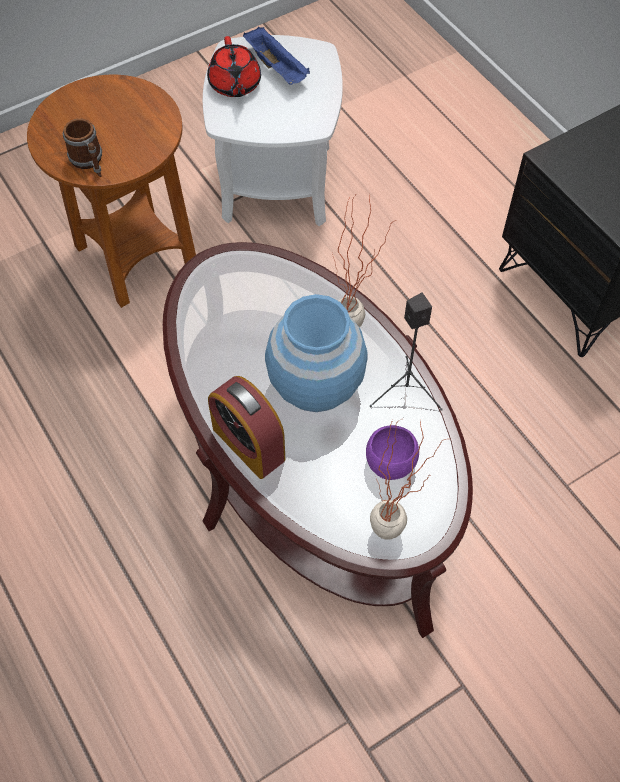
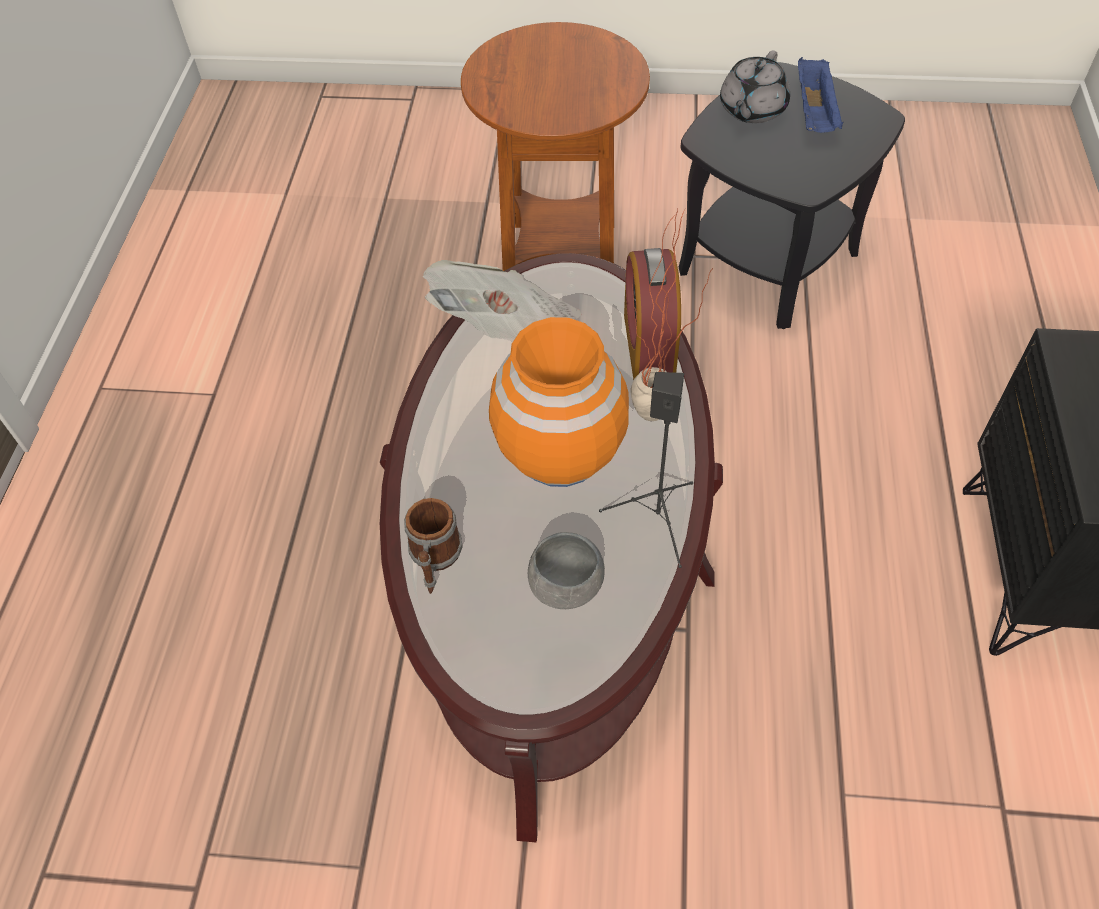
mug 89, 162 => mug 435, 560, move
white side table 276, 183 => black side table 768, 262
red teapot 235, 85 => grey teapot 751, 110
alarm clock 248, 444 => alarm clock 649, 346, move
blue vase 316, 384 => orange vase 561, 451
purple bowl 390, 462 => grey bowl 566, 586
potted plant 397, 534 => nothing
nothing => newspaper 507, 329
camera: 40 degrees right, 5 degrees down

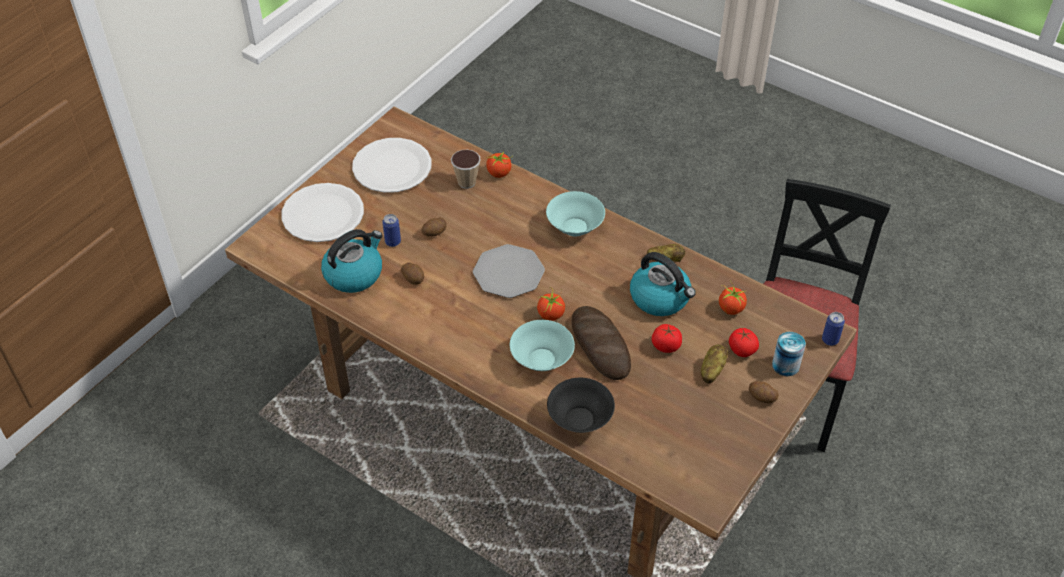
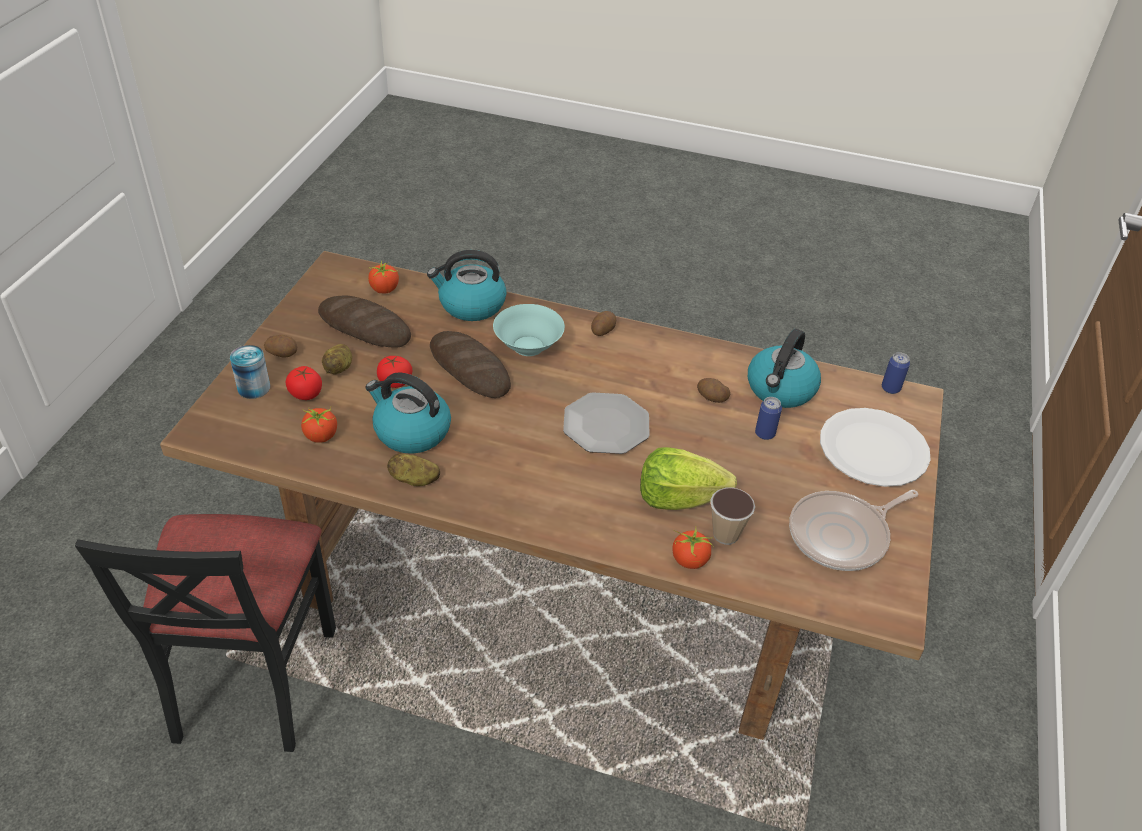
white plate 392, 167 => frying pan 842, 535
potato 435, 233 => potato 602, 330, move
tomato 551, 314 => tomato 384, 289, move
turquoise bowl 575, 227 => nothing
black bowl 579, 418 => kettle 471, 305
can 830, 340 => can 890, 388, move
nothing => bread 364, 327
nothing => lettuce 679, 498
camera: 160 degrees right, 5 degrees down

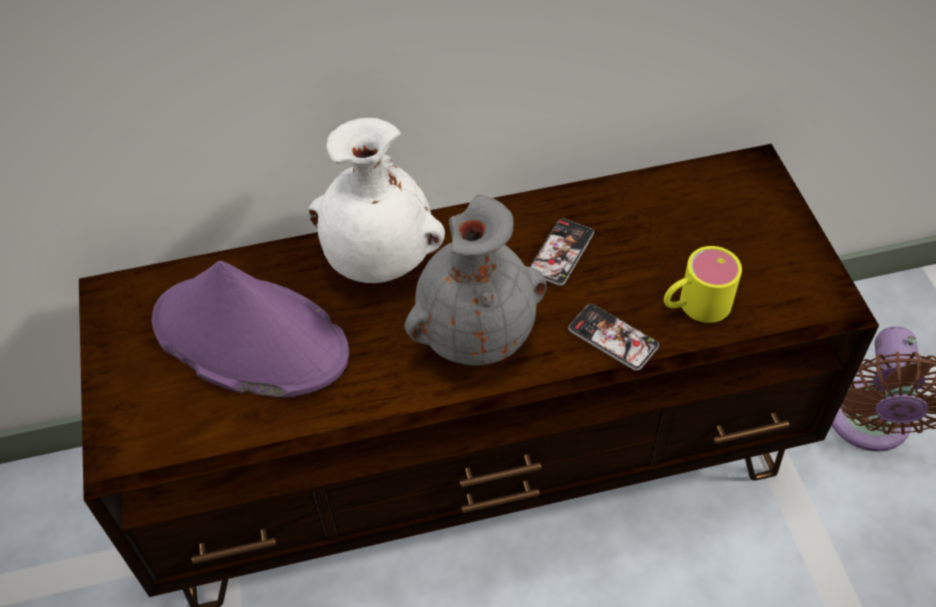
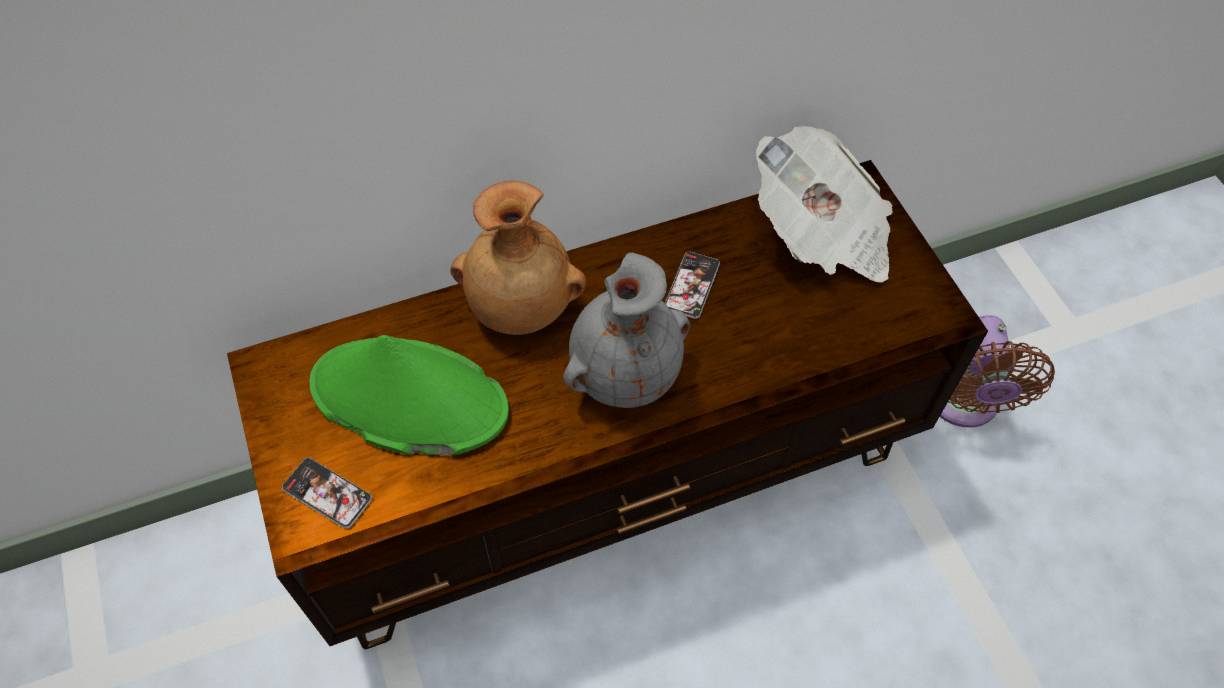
purple hat 249, 338 => green hat 408, 398
white vase 379, 260 => brown vase 520, 308
phone 613, 337 => phone 327, 493, move
yellow mug 694, 305 => nothing
nothing => newspaper 821, 234
camera: 10 degrees left, 5 degrees up

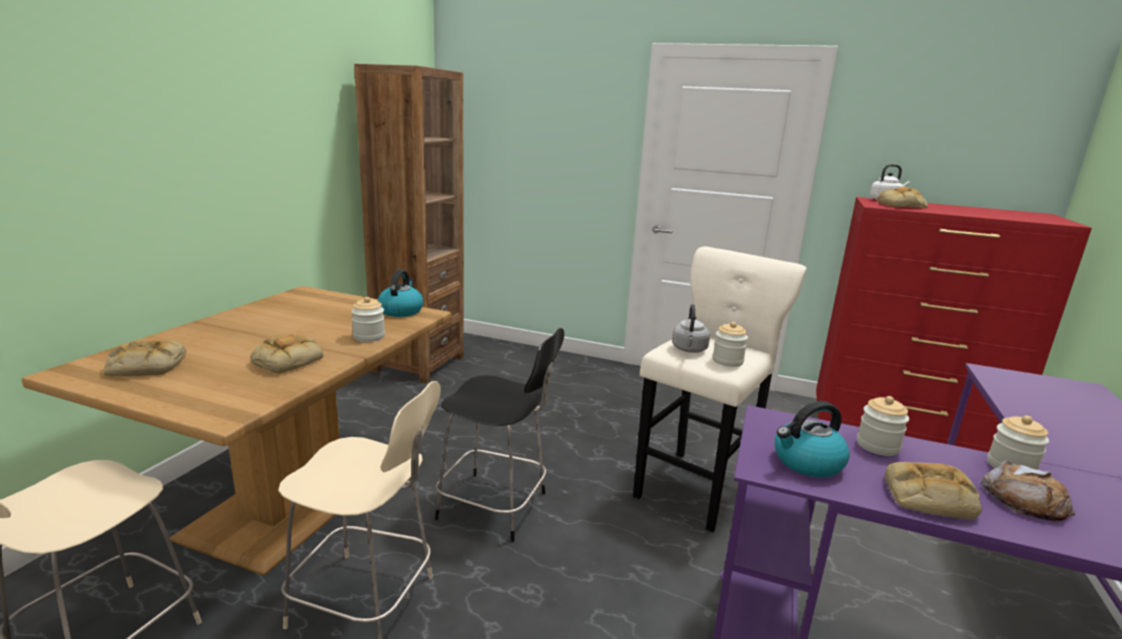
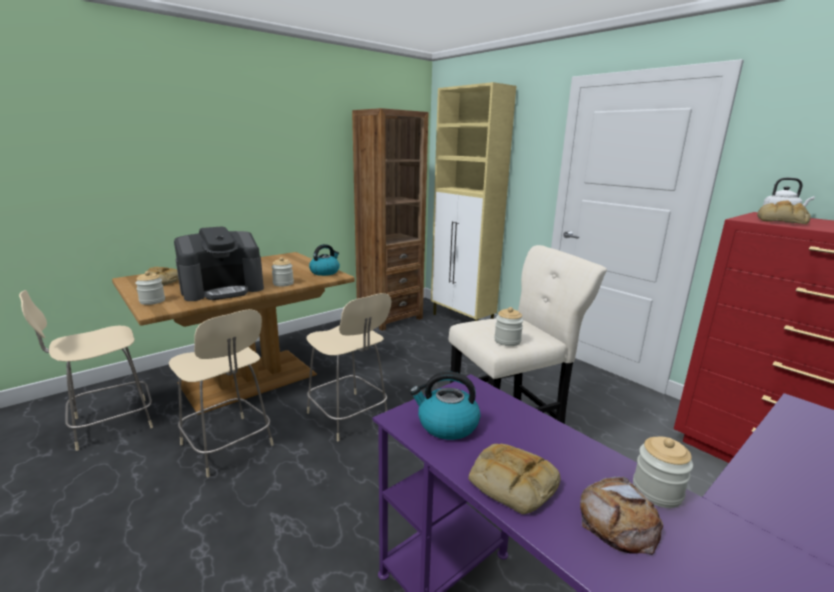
bread 287, 361 => coffee machine 223, 289
black chair 496, 507 => beige chair 349, 417
grey kettle 689, 350 => nothing
jar 877, 446 => jar 152, 301, move
nothing => beige cabinet 462, 320
camera: 30 degrees right, 0 degrees up

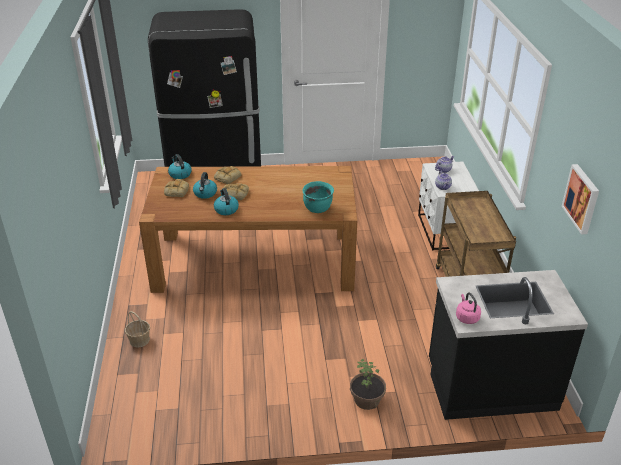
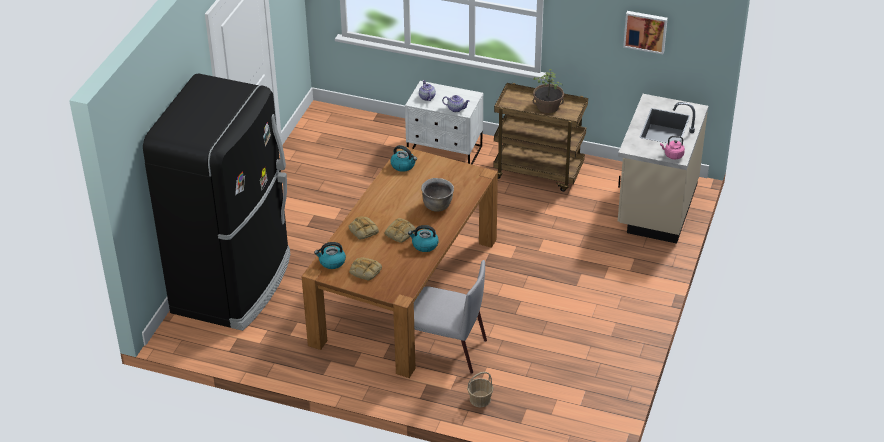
kettle 205, 193 => kettle 403, 165, move
turquoise cooking pot 318, 209 => nothing
potted plant 367, 399 => potted plant 548, 106, move
black counter 490, 386 => beige counter 656, 206
nothing => grey chair 447, 349
nothing => brown cooking pot 437, 206
camera: 65 degrees left, 5 degrees up

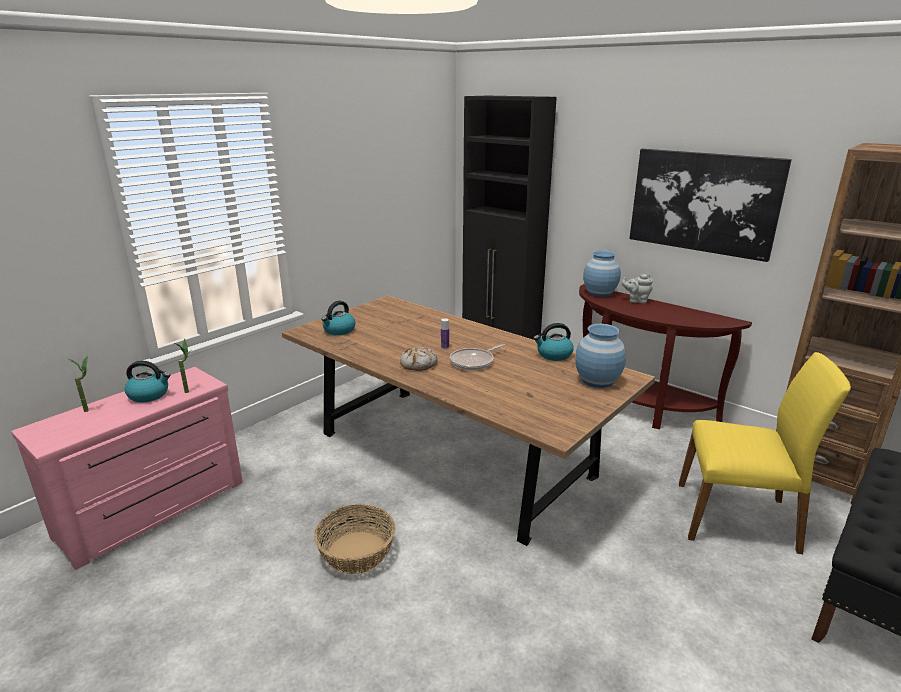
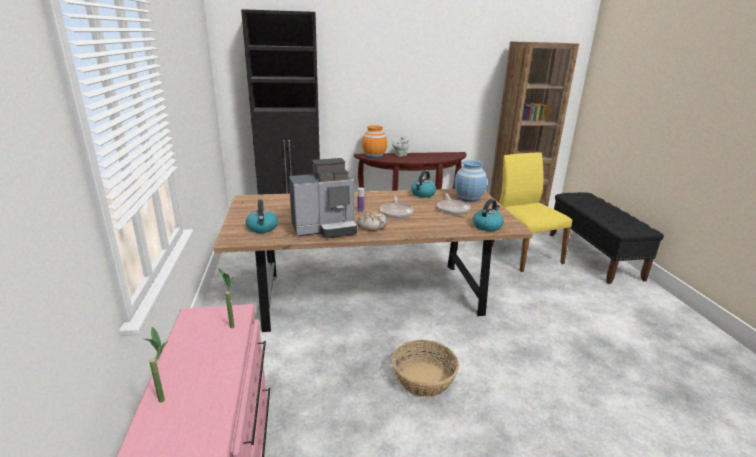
kettle 149, 395 => kettle 487, 226, move
blue vase 600, 293 => orange vase 374, 156
picture 703, 202 => nothing
yellow chair 738, 517 => yellow chair 523, 254, 75 degrees counterclockwise
nothing => coffee machine 325, 229
nothing => frying pan 452, 209
camera: 50 degrees left, 0 degrees up

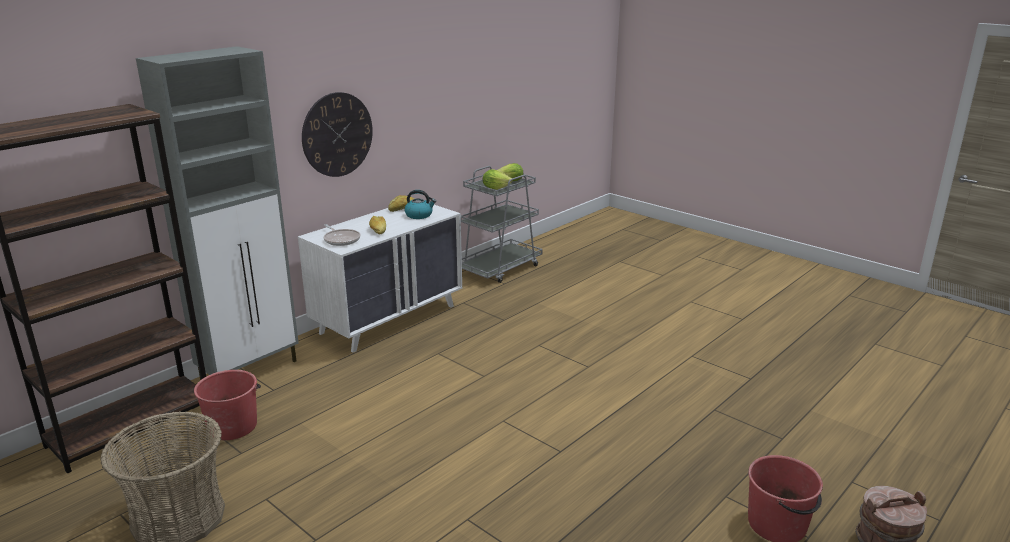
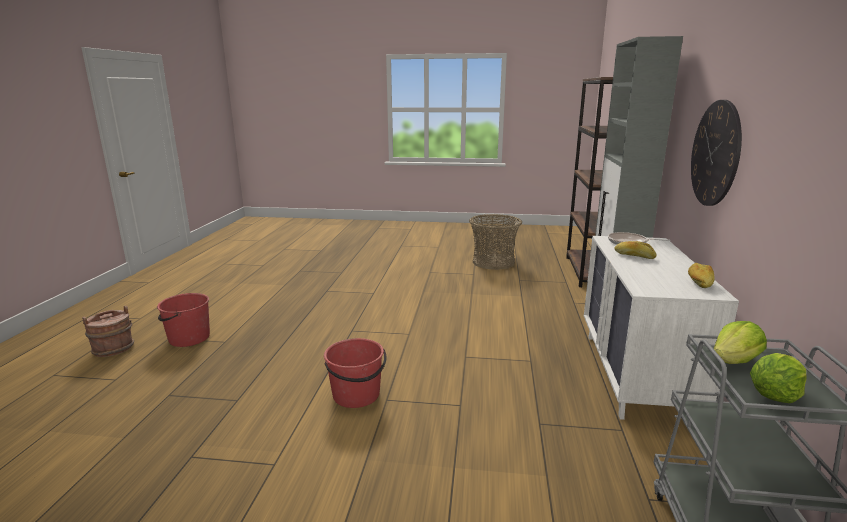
red bucket 232, 426 => red bucket 356, 395, move
kettle 419, 215 => nothing
camera: 145 degrees right, 5 degrees down

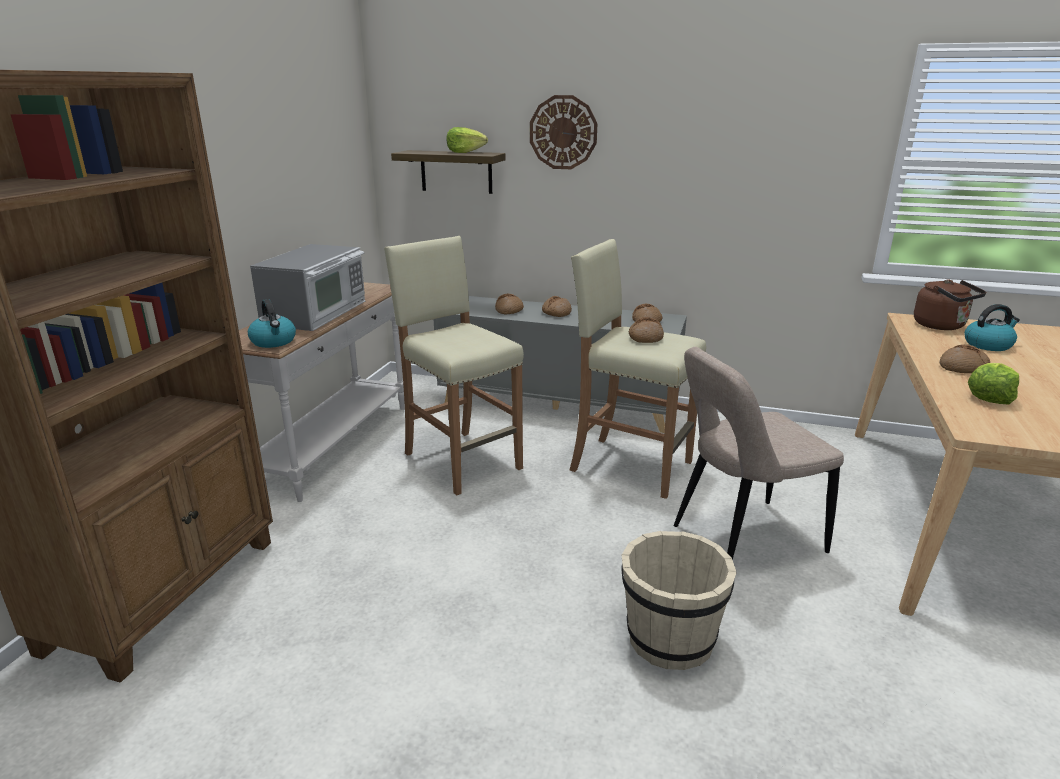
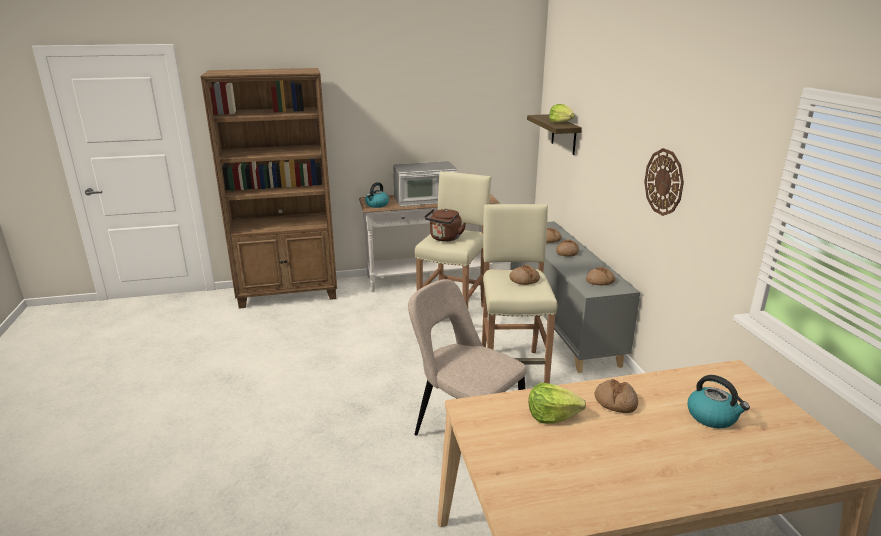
wall clock 563, 132 => wall clock 664, 182, move
beige bucket 669, 638 => nothing
brown kettle 942, 326 => brown kettle 444, 238, move
camera: 60 degrees right, 0 degrees up

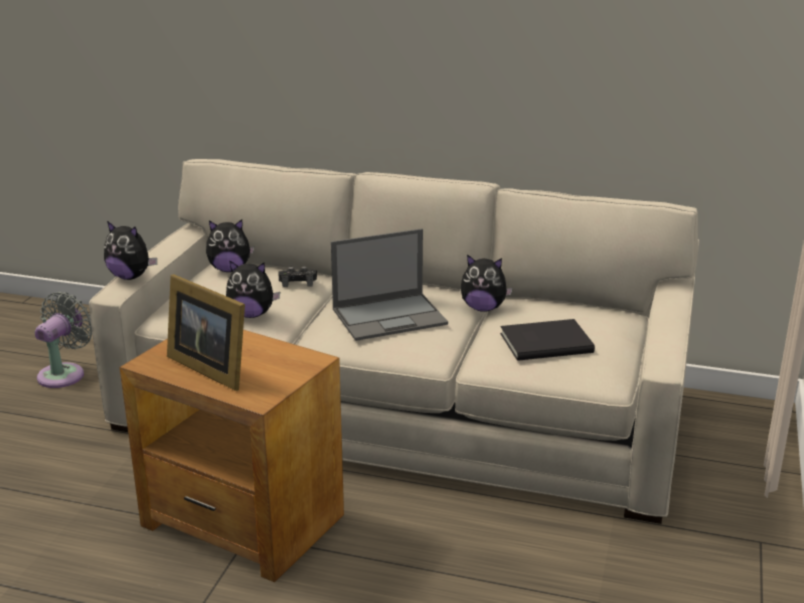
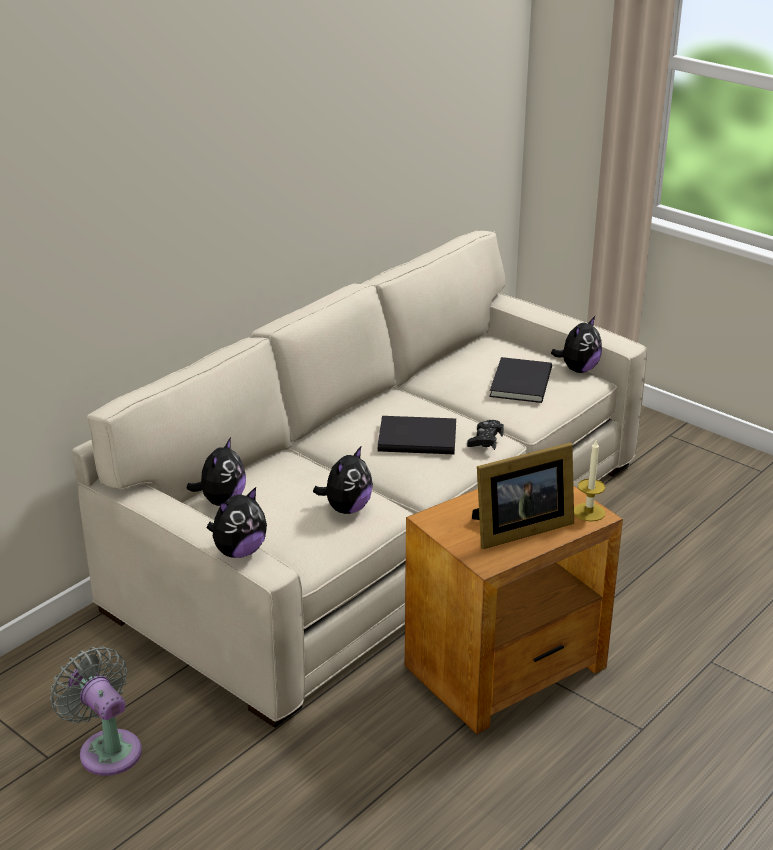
black game controller 298, 281 => black game controller 485, 440, move
laptop 390, 316 => black book 416, 437
plush toy 483, 308 => plush toy 578, 369, move
nothing => candle 589, 512
camera: 65 degrees left, 5 degrees up

